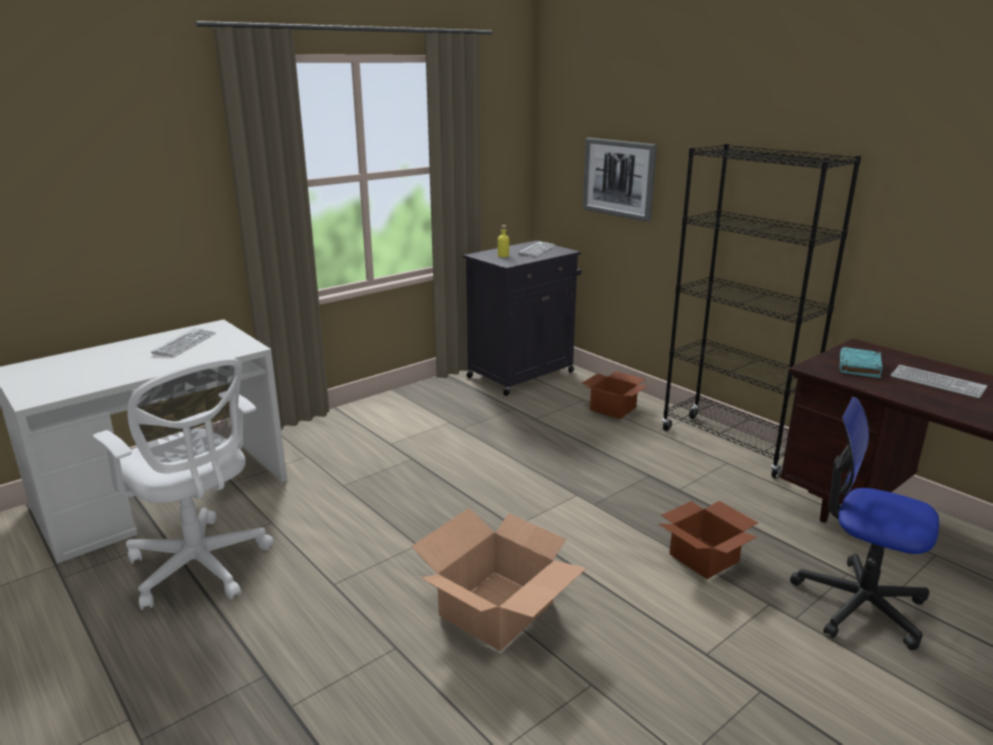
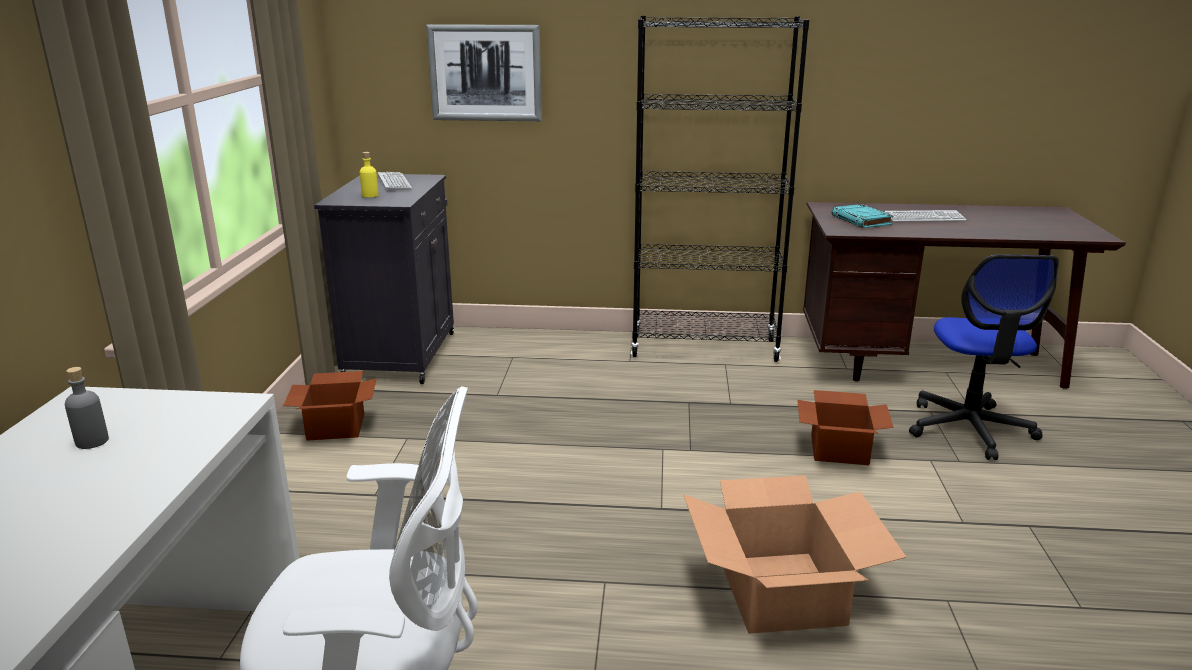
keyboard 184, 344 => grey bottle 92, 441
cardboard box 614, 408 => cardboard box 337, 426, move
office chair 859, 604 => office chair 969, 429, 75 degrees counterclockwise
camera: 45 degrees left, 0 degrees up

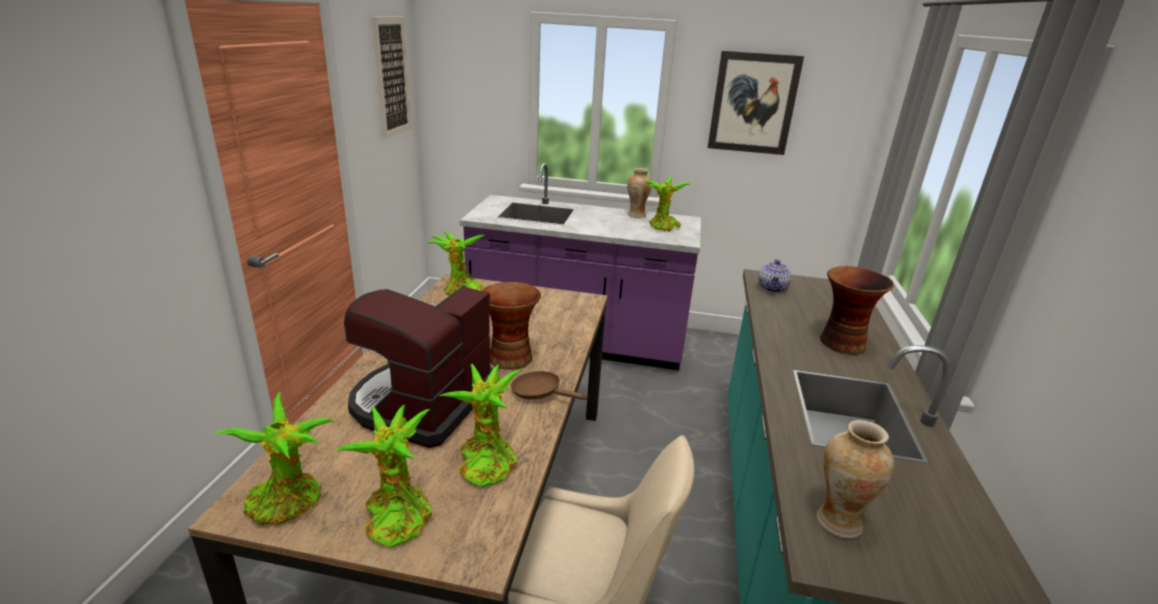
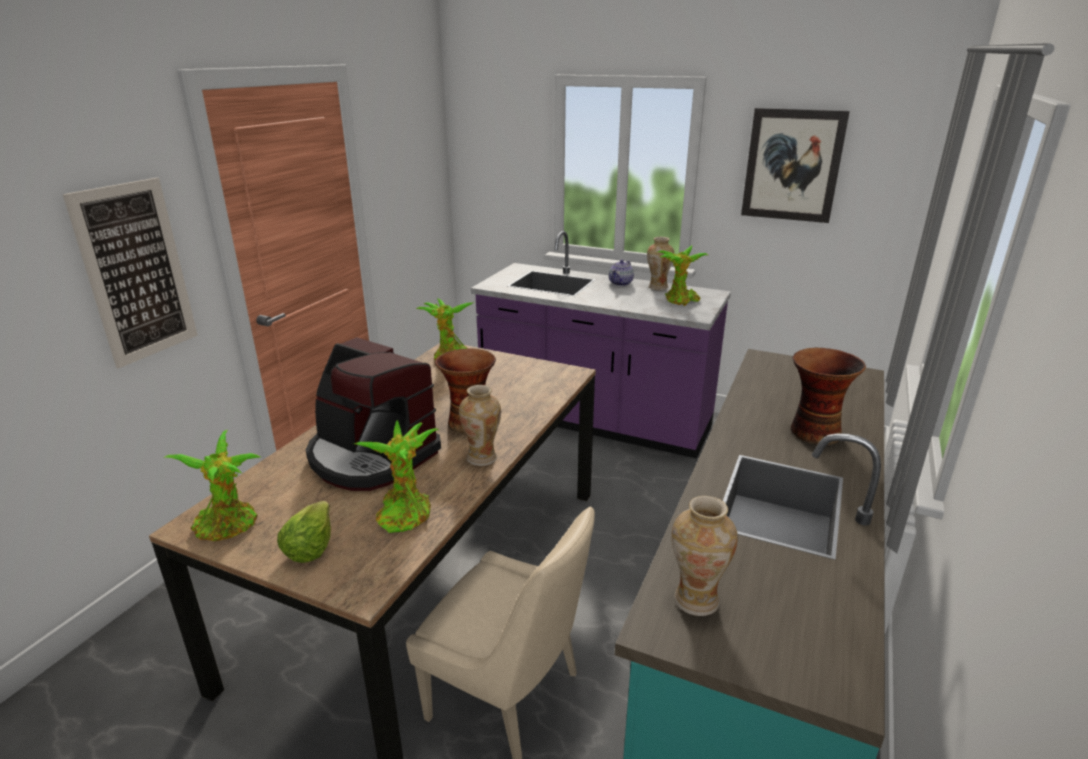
potted plant 396, 515 => lettuce 310, 546
coffee machine 422, 403 => coffee machine 371, 456, 90 degrees counterclockwise
picture 392, 77 => picture 136, 272, move
brown frying pan 540, 393 => vase 482, 458
teapot 772, 288 => teapot 621, 283, move
camera: 15 degrees right, 0 degrees up

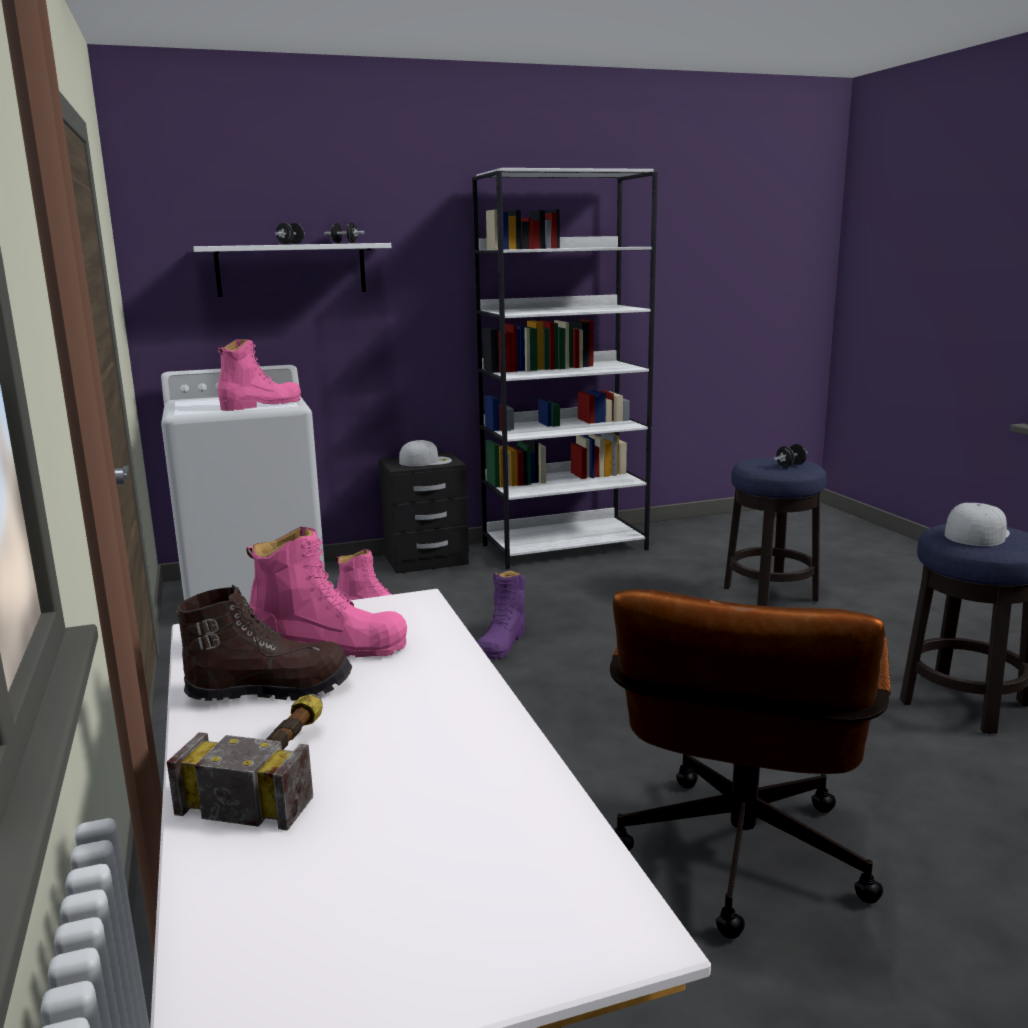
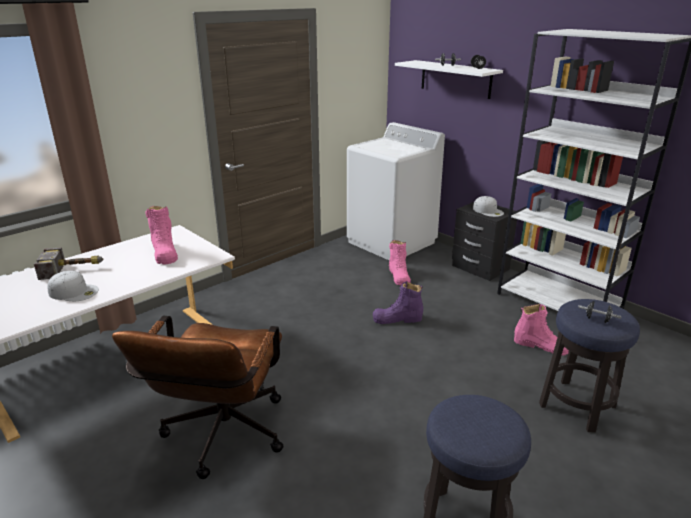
brown boot 270, 690 => nothing
pink boot 261, 405 => pink boot 541, 345, move
brown office chair 738, 867 => brown office chair 221, 438, 75 degrees counterclockwise
white cap 975, 534 => white cap 74, 291, move
camera: 65 degrees right, 10 degrees up

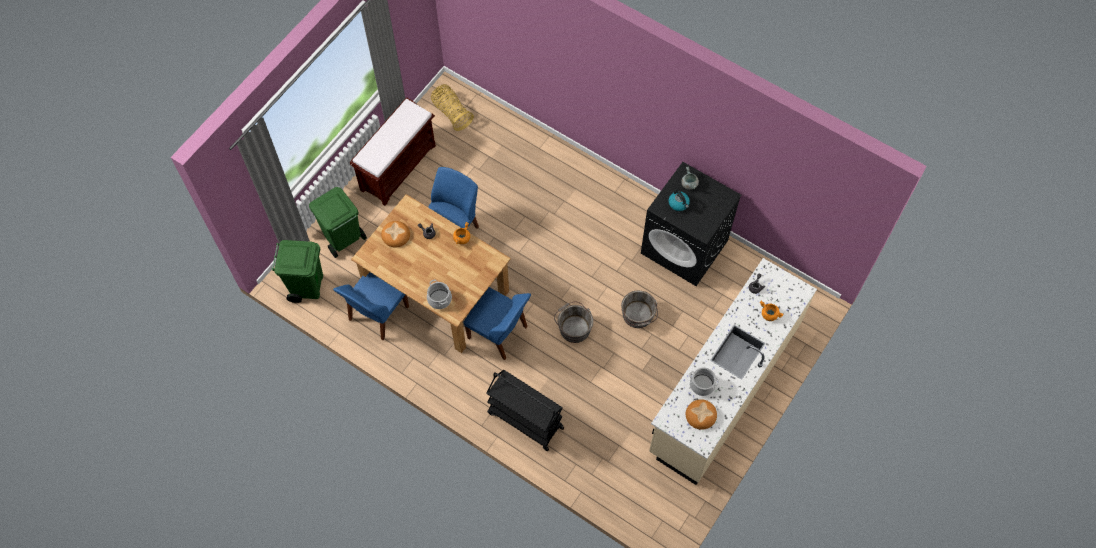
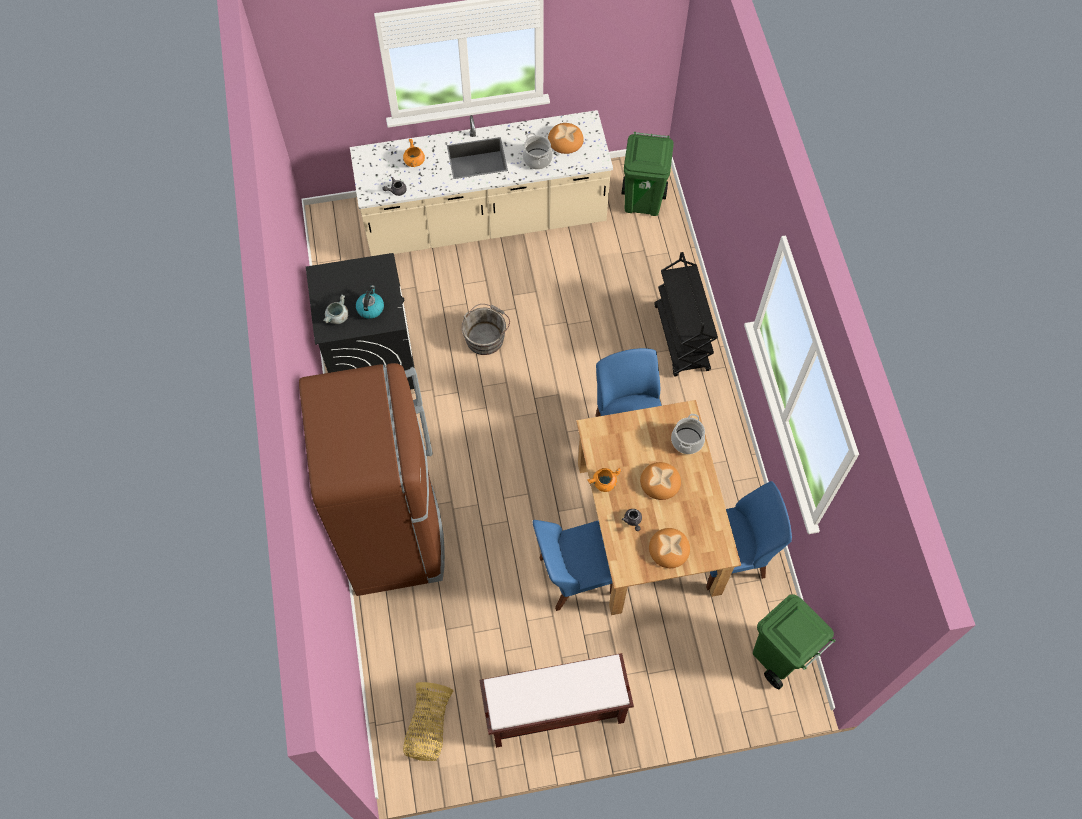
green trash can 343, 239 => green trash can 643, 201, move
grey bucket 573, 327 => nothing
nothing => brown fridge 394, 533
nothing => bread 660, 481
camera: 135 degrees left, 0 degrees up

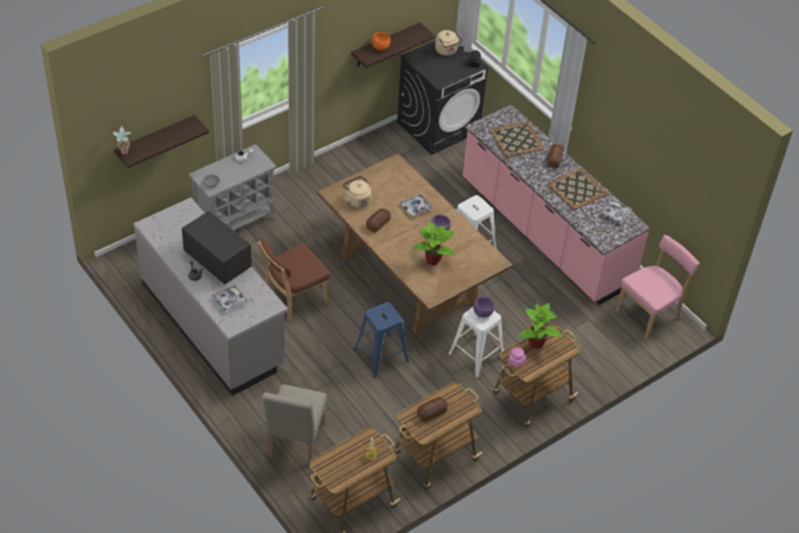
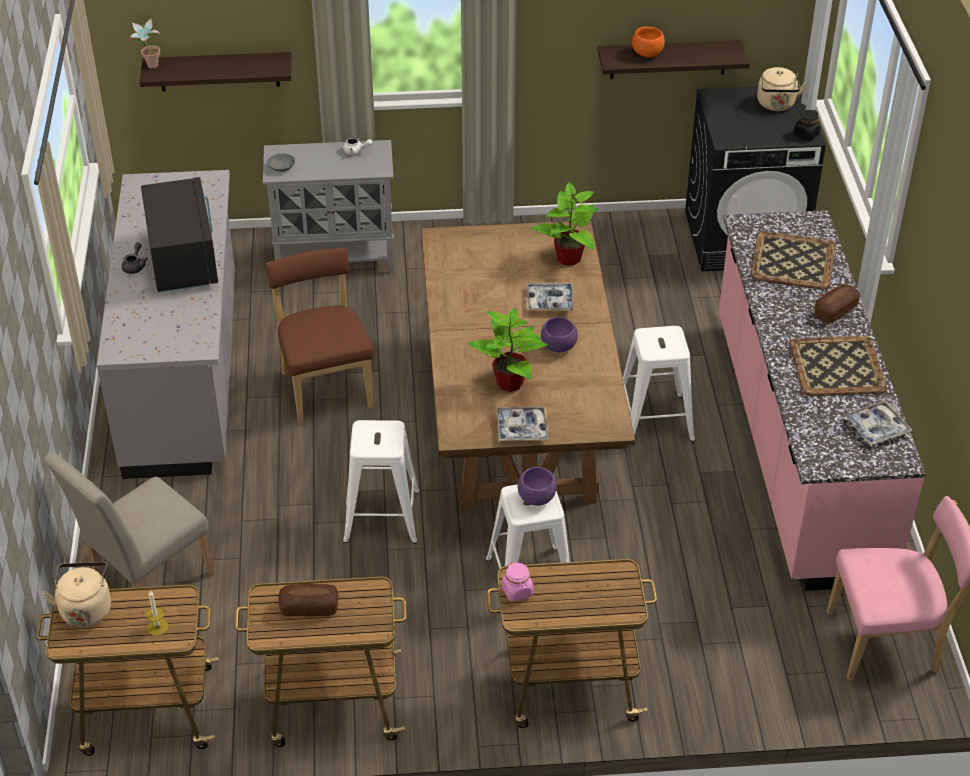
tray 229, 301 => tray 522, 429, move
brown chair 294, 299 => brown chair 325, 386, 75 degrees clockwise
beige kettle 357, 200 => beige kettle 86, 608, move
blue stool 380, 355 => white stool 381, 515
bread 378, 224 => nothing
potted plant 536, 343 => potted plant 568, 258, move
camera: 35 degrees right, 5 degrees down

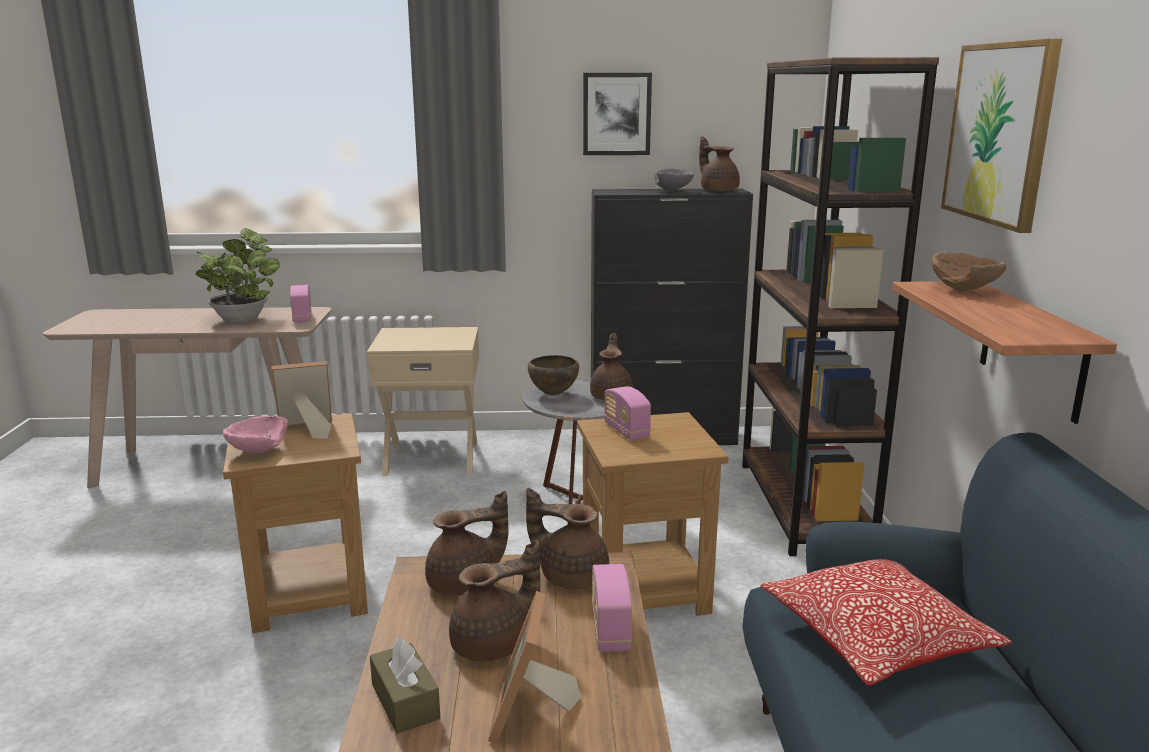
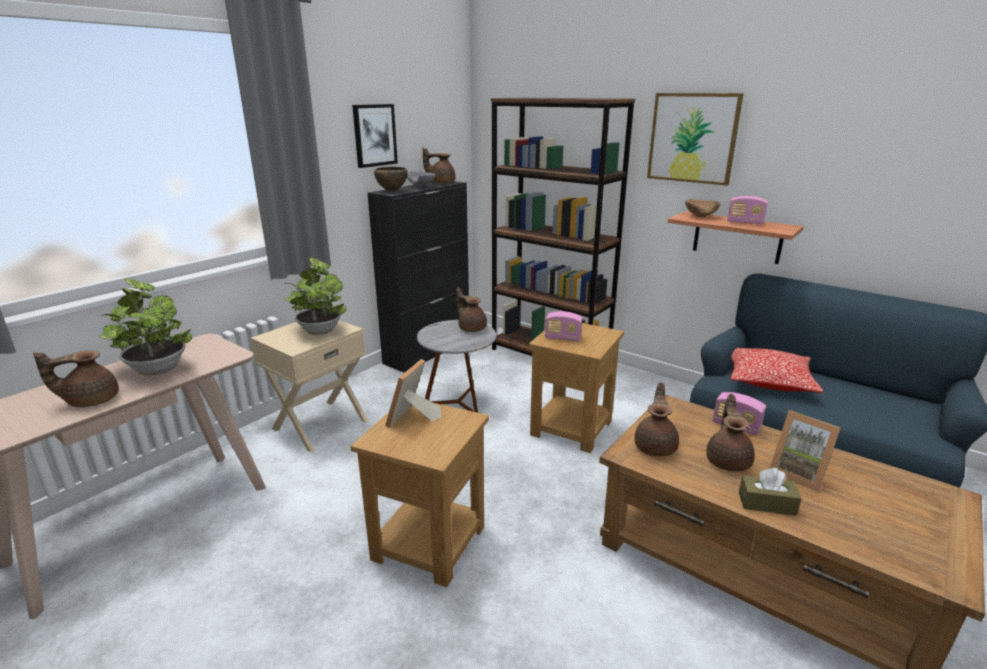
pink bowl 257, 451 => nothing
radio 302, 318 => radio 745, 223, move
brown teapot 571, 576 => brown teapot 91, 400, move
brown bowl 553, 394 => brown bowl 391, 191, move
nothing => potted plant 320, 330
camera: 50 degrees left, 5 degrees up

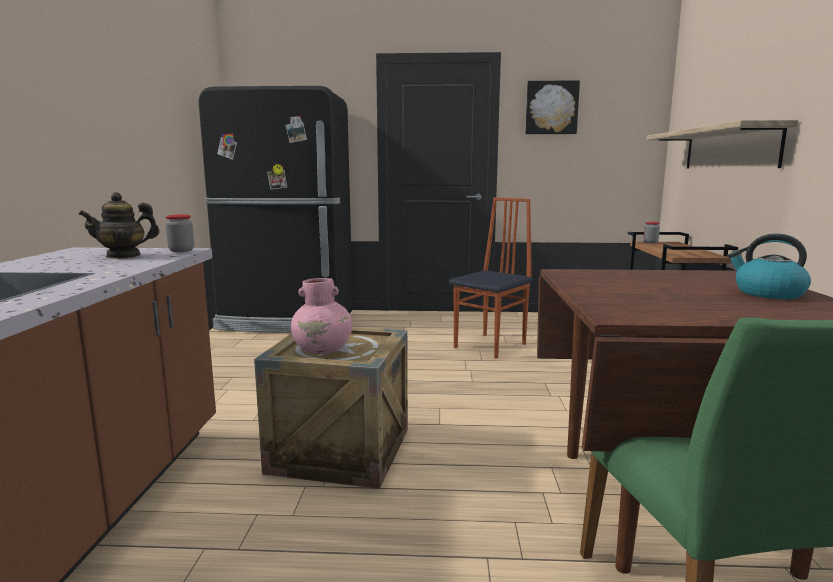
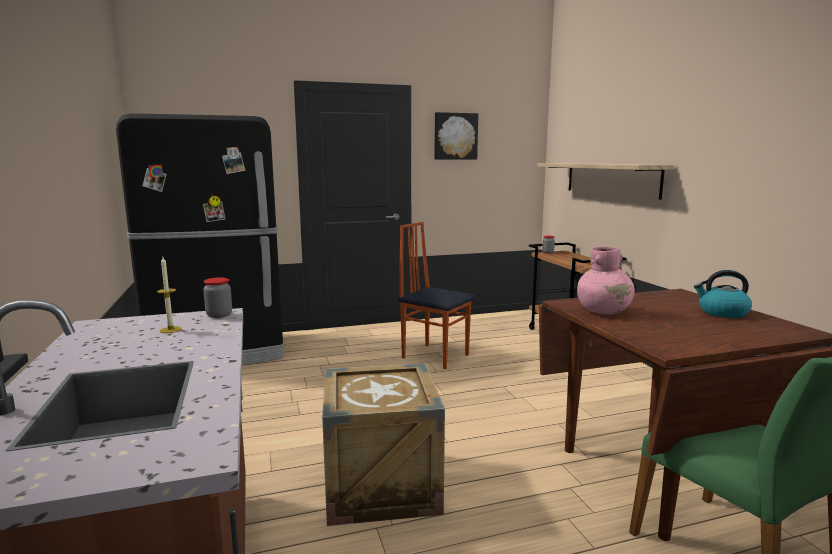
teapot 123, 256 => candle 170, 330
pink vase 323, 350 => pink vase 604, 312, move
chair 491, 346 => chair 435, 356, 75 degrees counterclockwise
camera: 20 degrees left, 0 degrees up

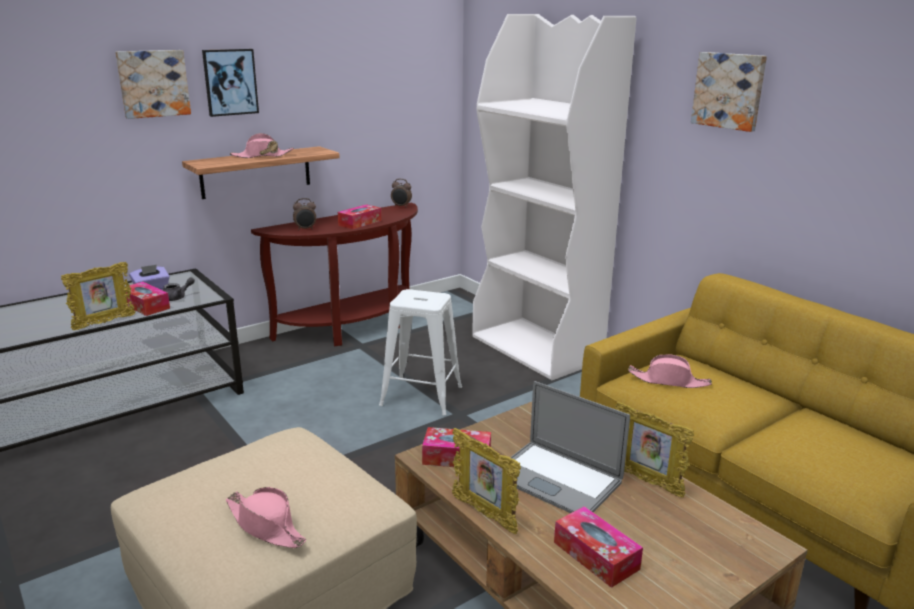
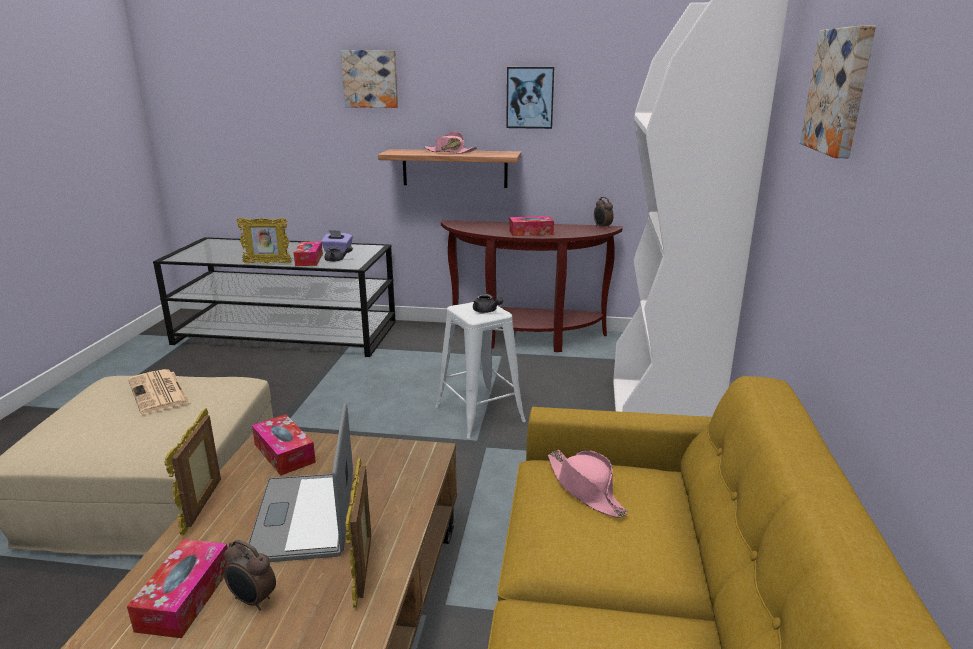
picture 230, 82 => picture 530, 97, move
pink hat 266, 526 => nothing
alarm clock 305, 229 => alarm clock 252, 601, move
nothing => newspaper 159, 392
nothing => grey teapot 486, 311
camera: 45 degrees right, 0 degrees up

